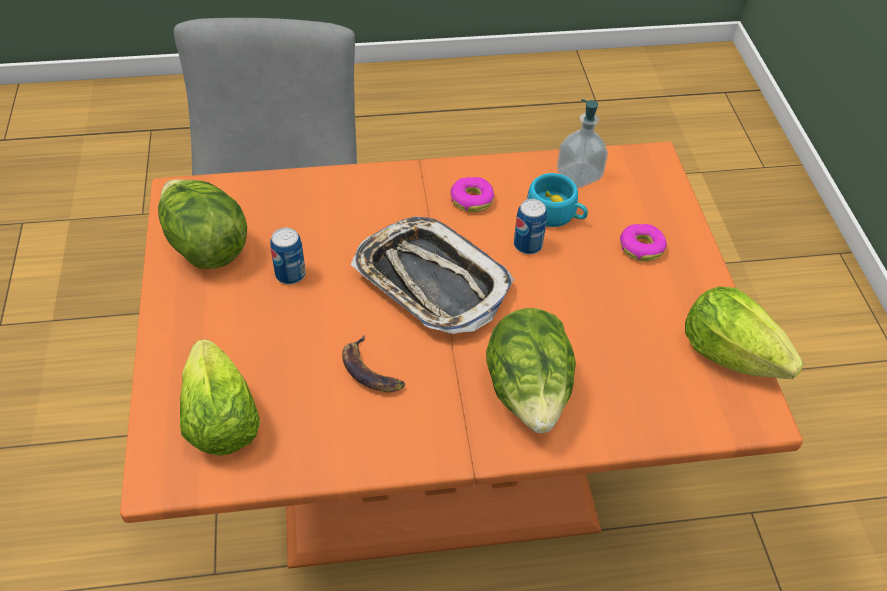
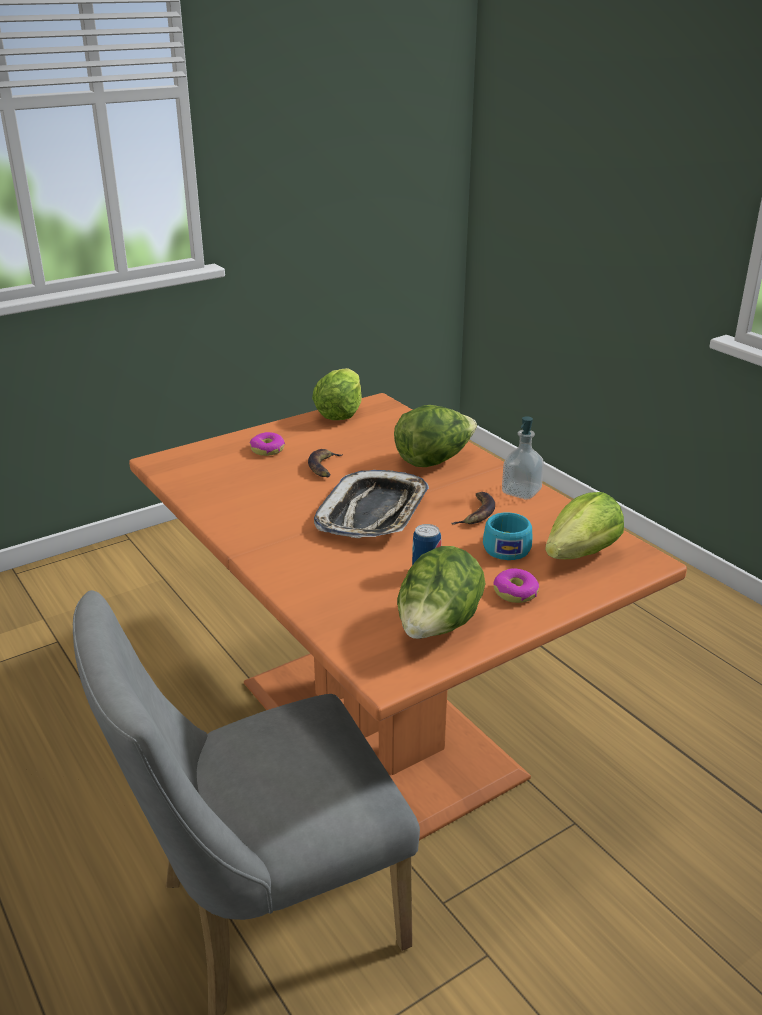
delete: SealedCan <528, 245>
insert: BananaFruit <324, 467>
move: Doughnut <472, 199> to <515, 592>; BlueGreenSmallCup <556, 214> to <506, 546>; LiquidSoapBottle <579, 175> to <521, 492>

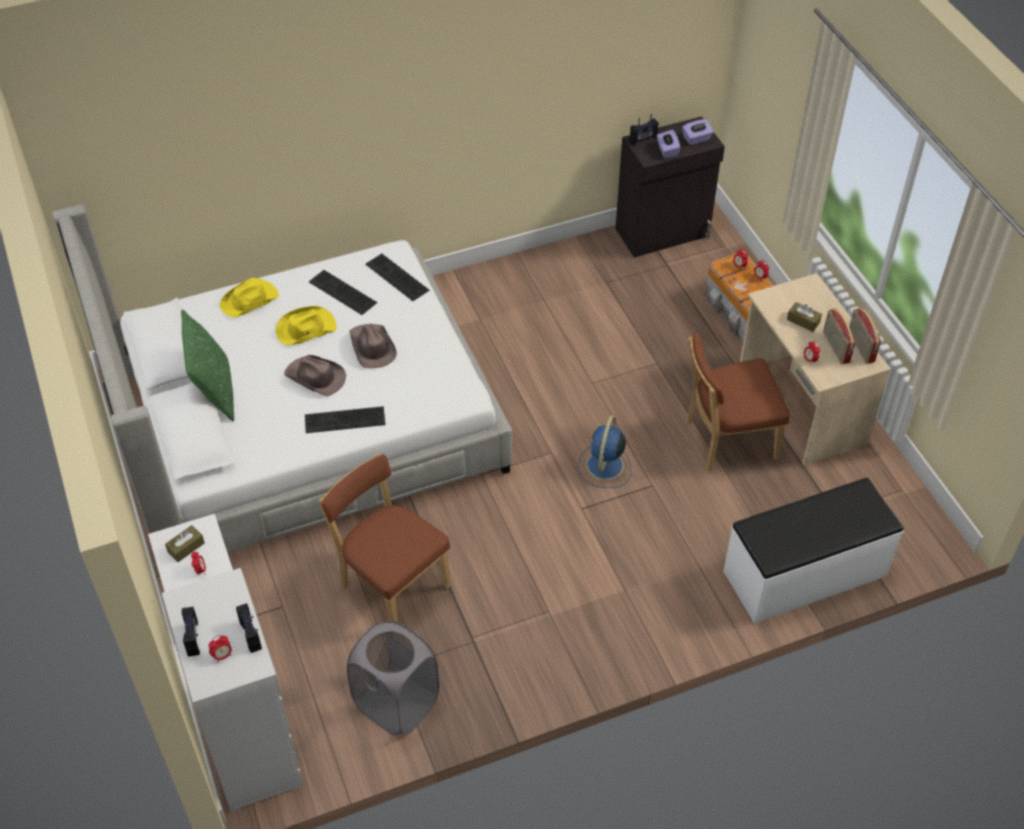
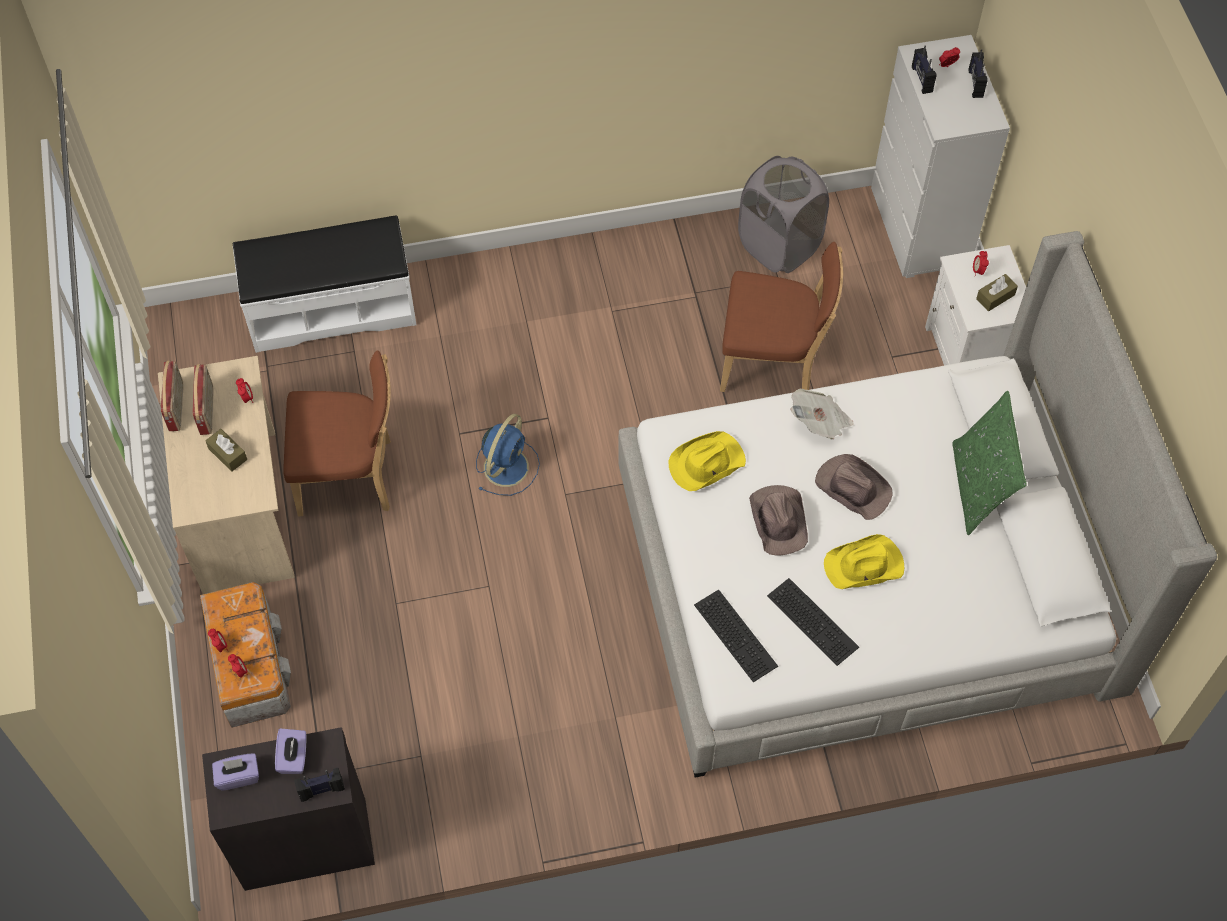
move: YellowColouredClothingHat <250, 300> to <705, 463>
replace: PcKeyboard <344, 421> to DailyPaper <820, 423>
rotate: BrownishChair <391, 583> = <773, 363> 45 degrees counterclockwise

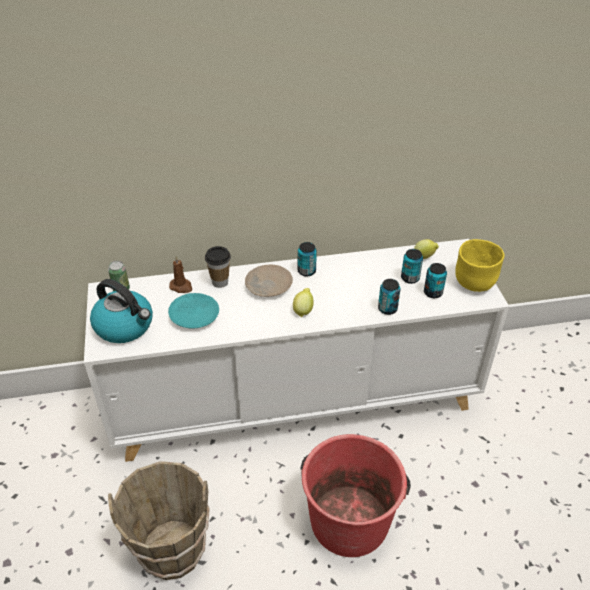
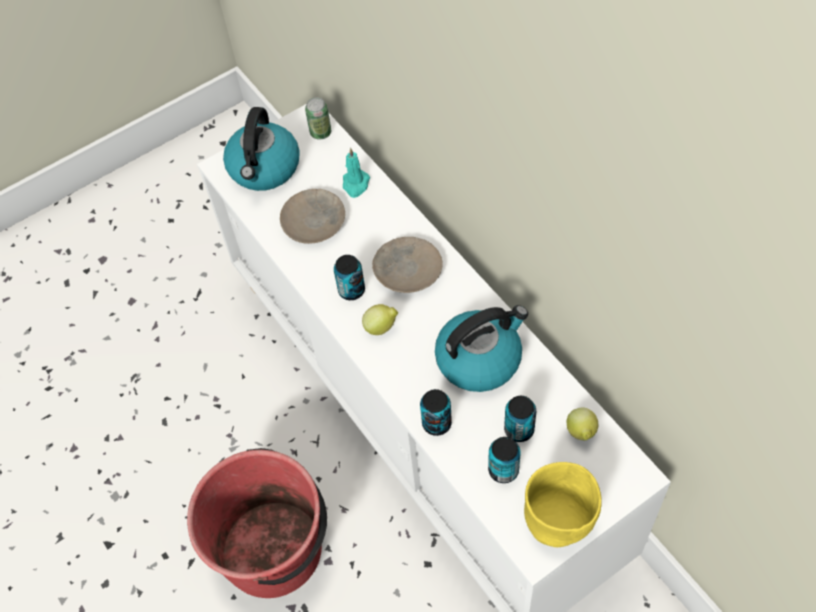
delete: BrownishBucket <172, 550>; SmallCup <220, 282>
insert: TeaKettle <479, 359>
move: SealedCan <306, 271> to <351, 290>
recolor: BlueGreenPlate <194, 315> to SandColouredPlate <314, 221>; BrownishWaxCandle <181, 287> to BlueGreenWaxCandle <355, 184>

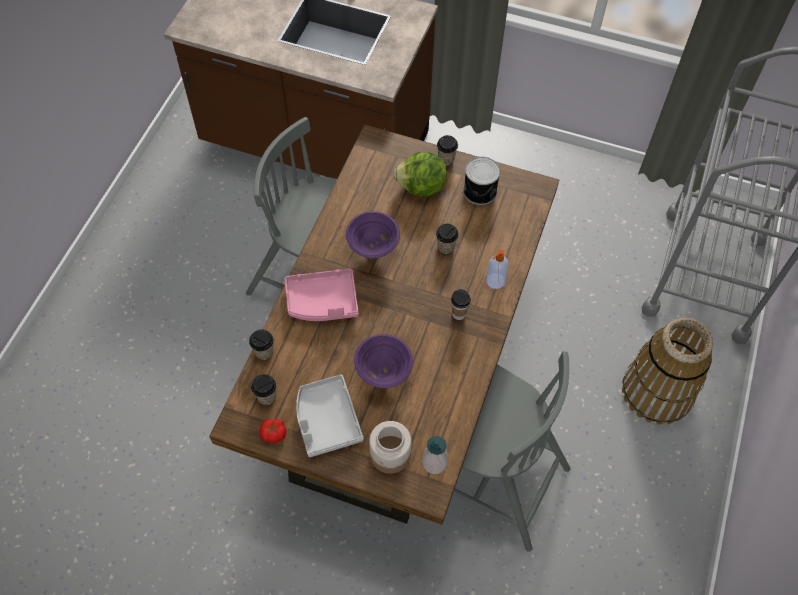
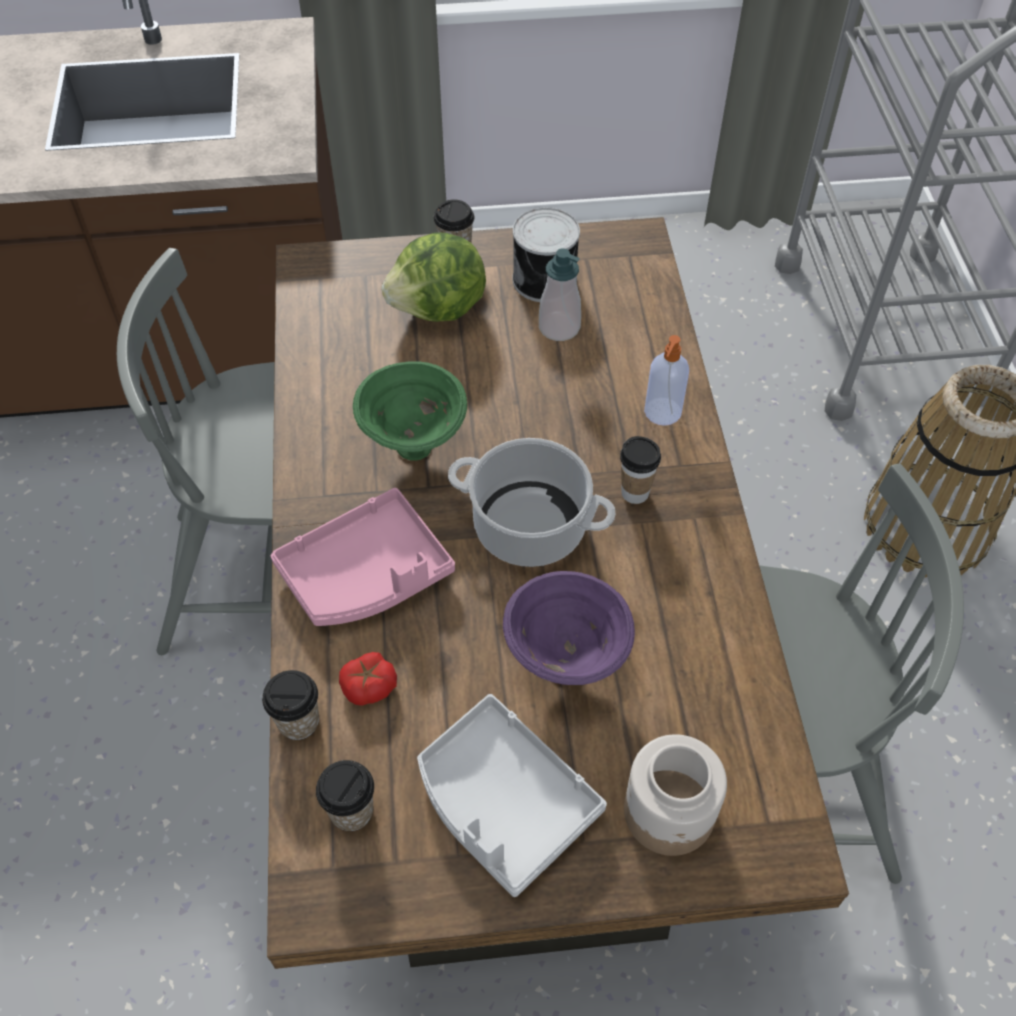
delete: SmallCup <446, 247>
insert: CookingPot <528, 527>
move: Tomato <273, 434> to <369, 686>; LiquidSoapBottle <434, 462> to <559, 327>
recolor: PurpleBowl <373, 253> to GreenishBowl <416, 448>

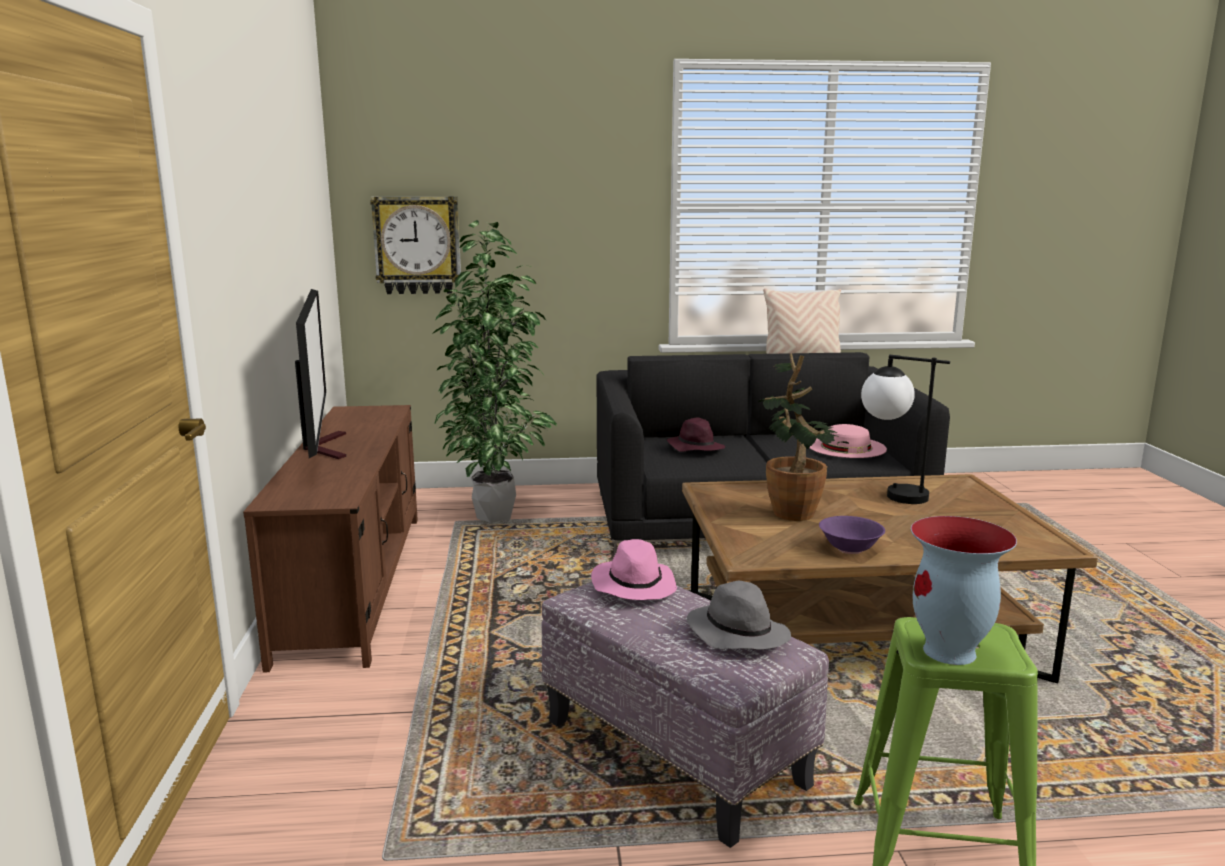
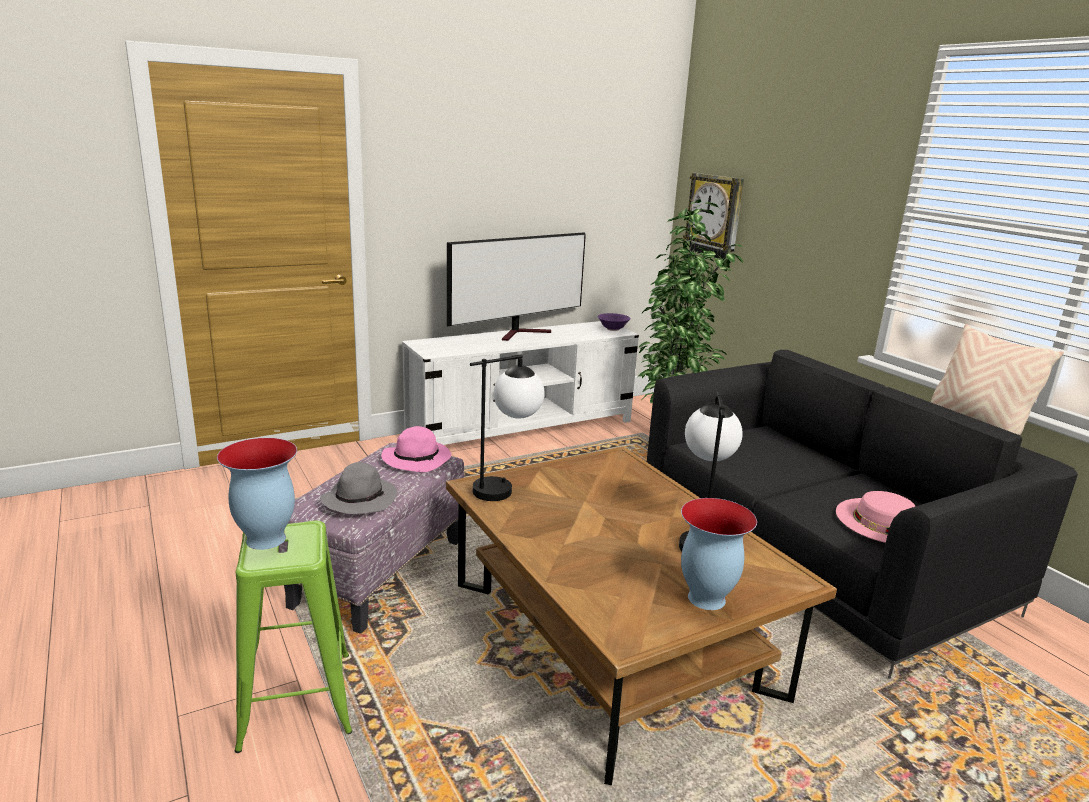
delete: PurpleClothingHat <695, 448>; PottedPlant <793, 510>
insert: TableLamp <506, 487>; Vase <705, 598>
move: PurpleBowl <849, 549> to <613, 329>
recolor: BrownishTvUnit <354, 581> to WhitishTvUnit <522, 428>

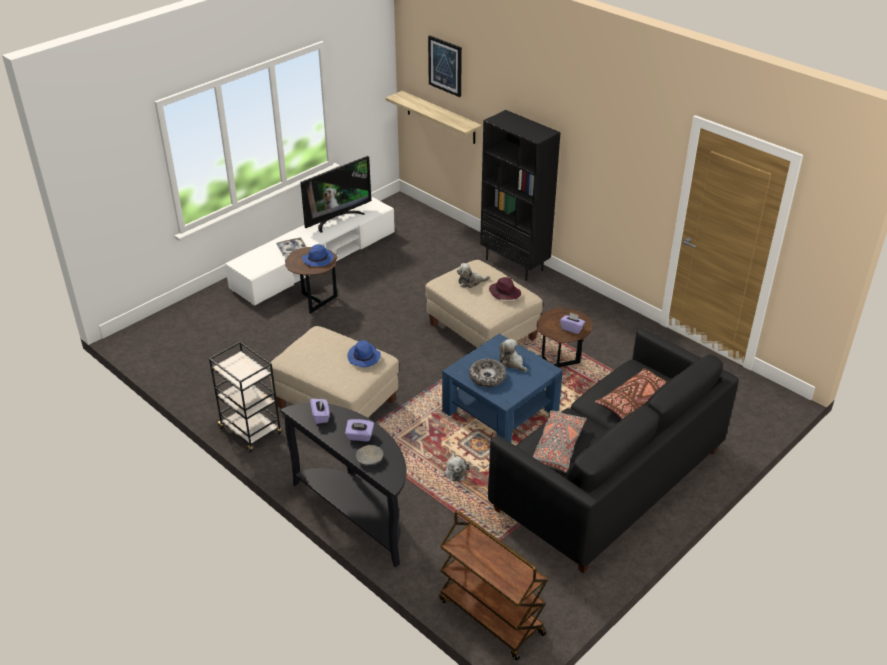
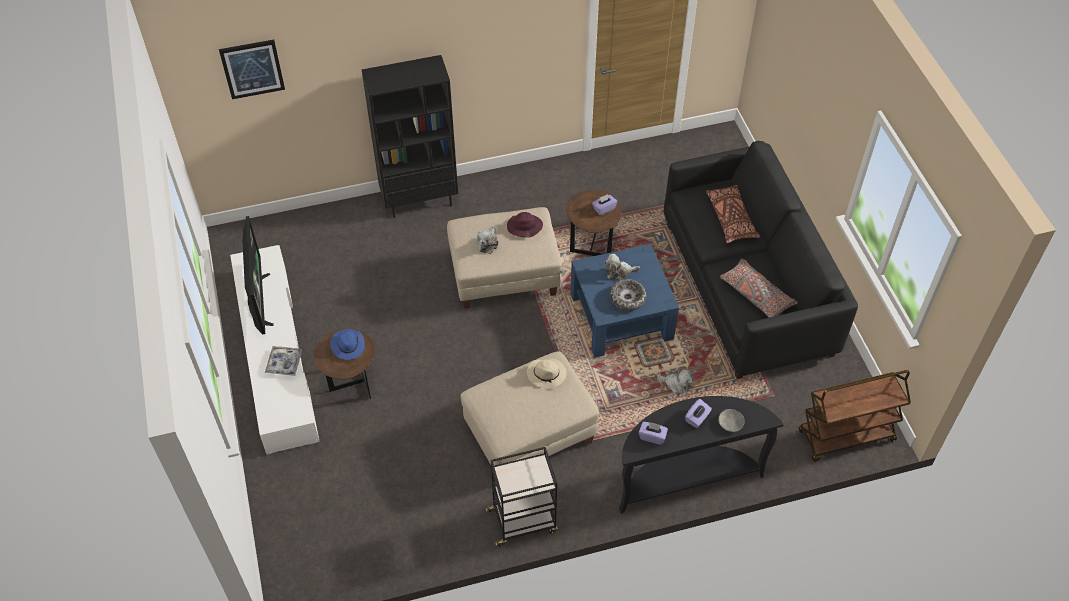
delete: Shelf <440, 117>
recolor: BlueClothingHat <364, 357> to SandColouredClothingHat <547, 374>

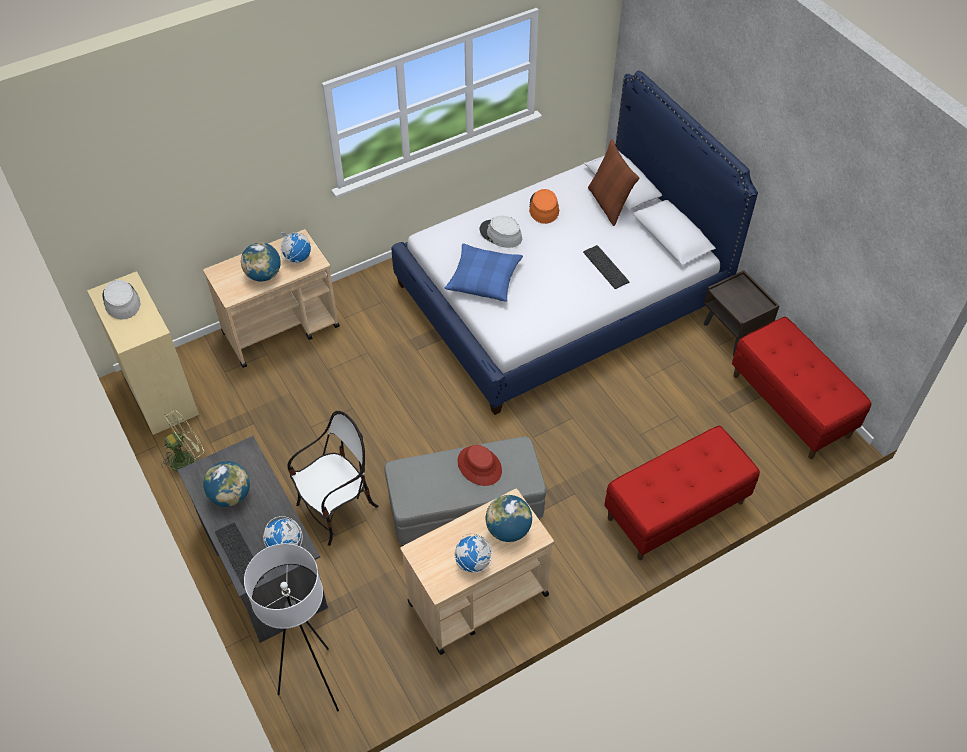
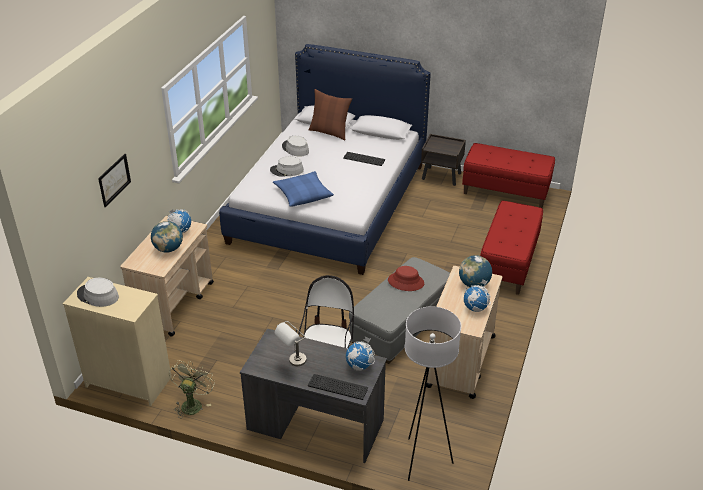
insert: WallArt <114, 180>
replace: DeskGlobe <230, 495> to GrayTableLamp <293, 363>
recolor: OrangeClothingHat <543, 207> to GrayClothingHat <295, 149>

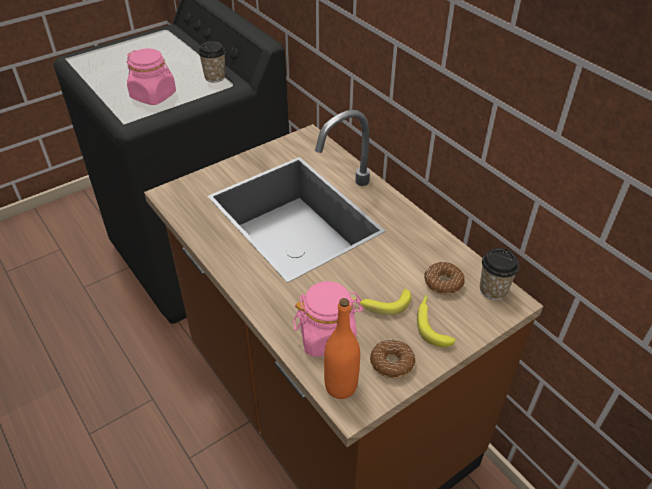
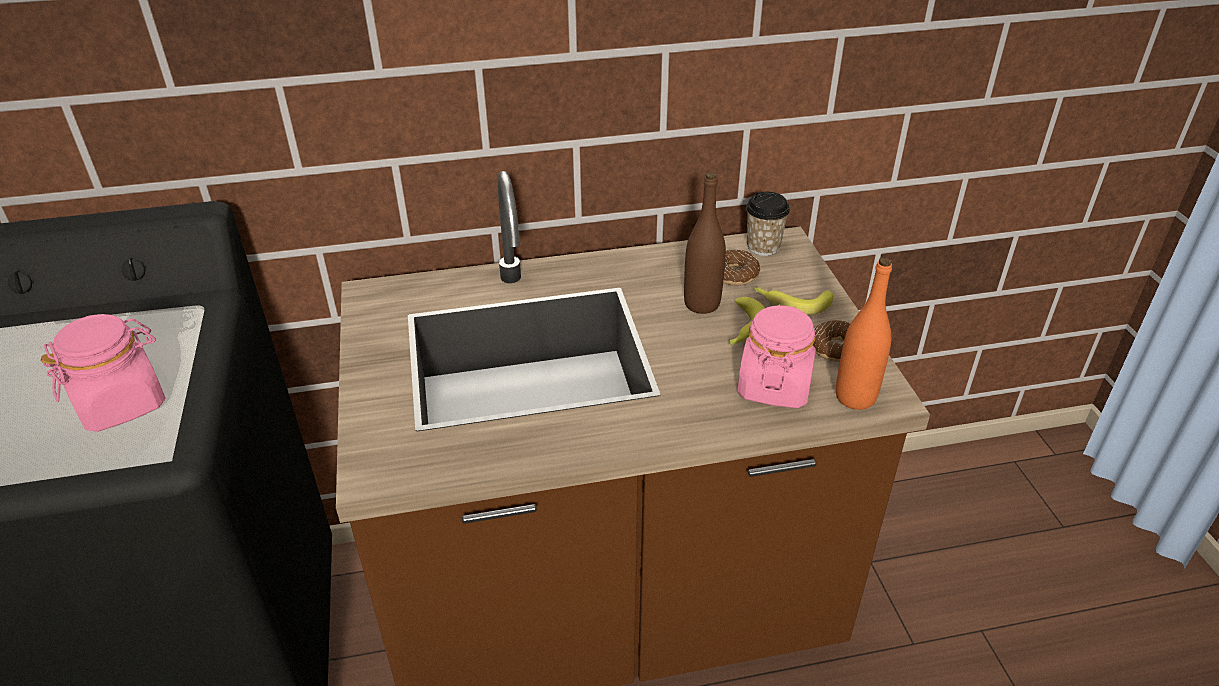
delete: SmallCup <215, 77>
insert: BrownishDrinkBottle <702, 304>

